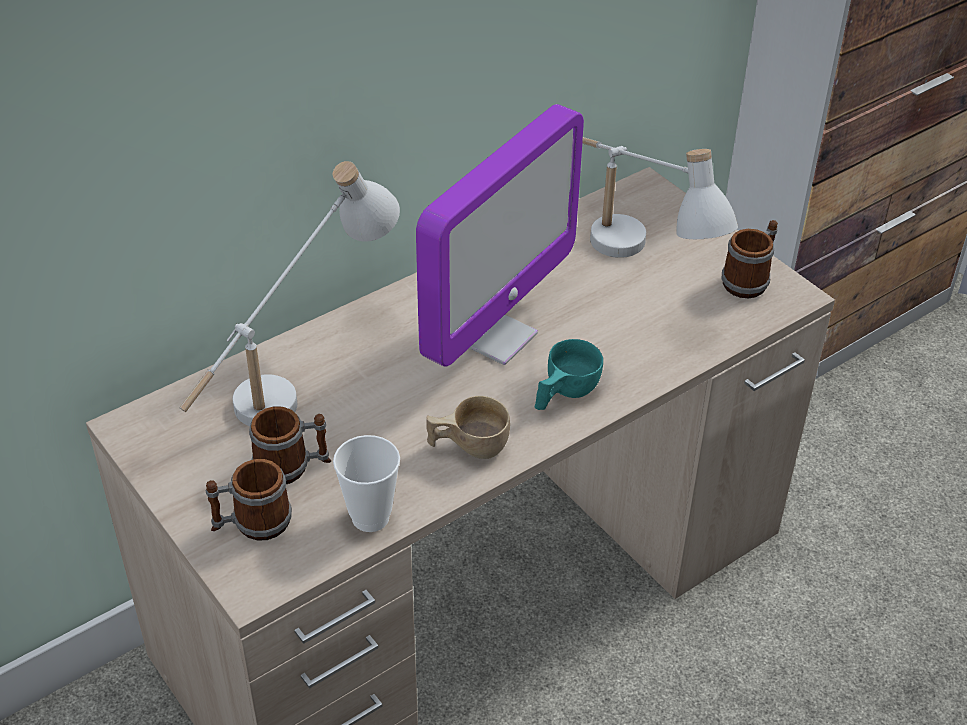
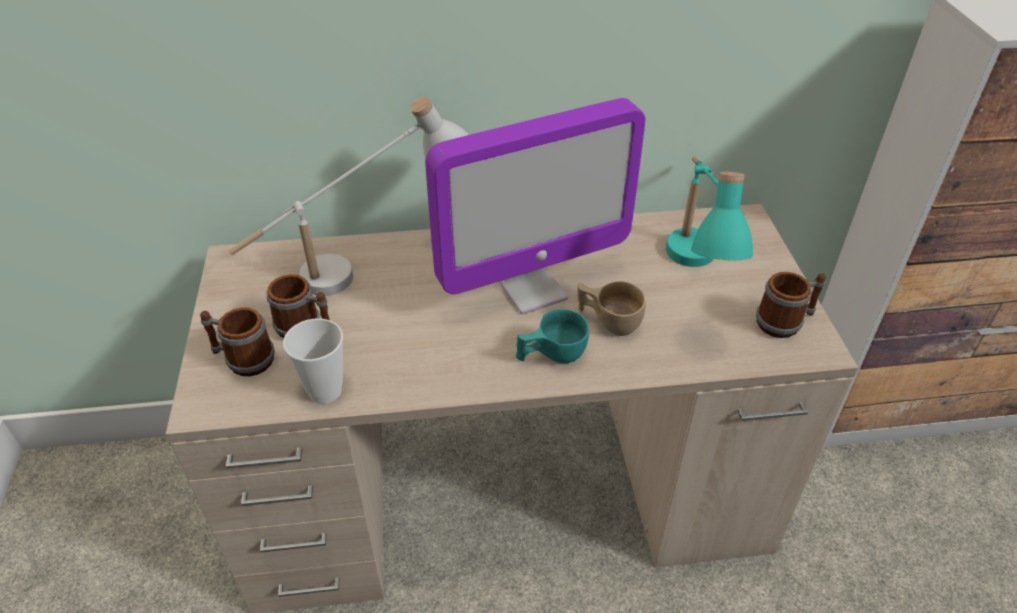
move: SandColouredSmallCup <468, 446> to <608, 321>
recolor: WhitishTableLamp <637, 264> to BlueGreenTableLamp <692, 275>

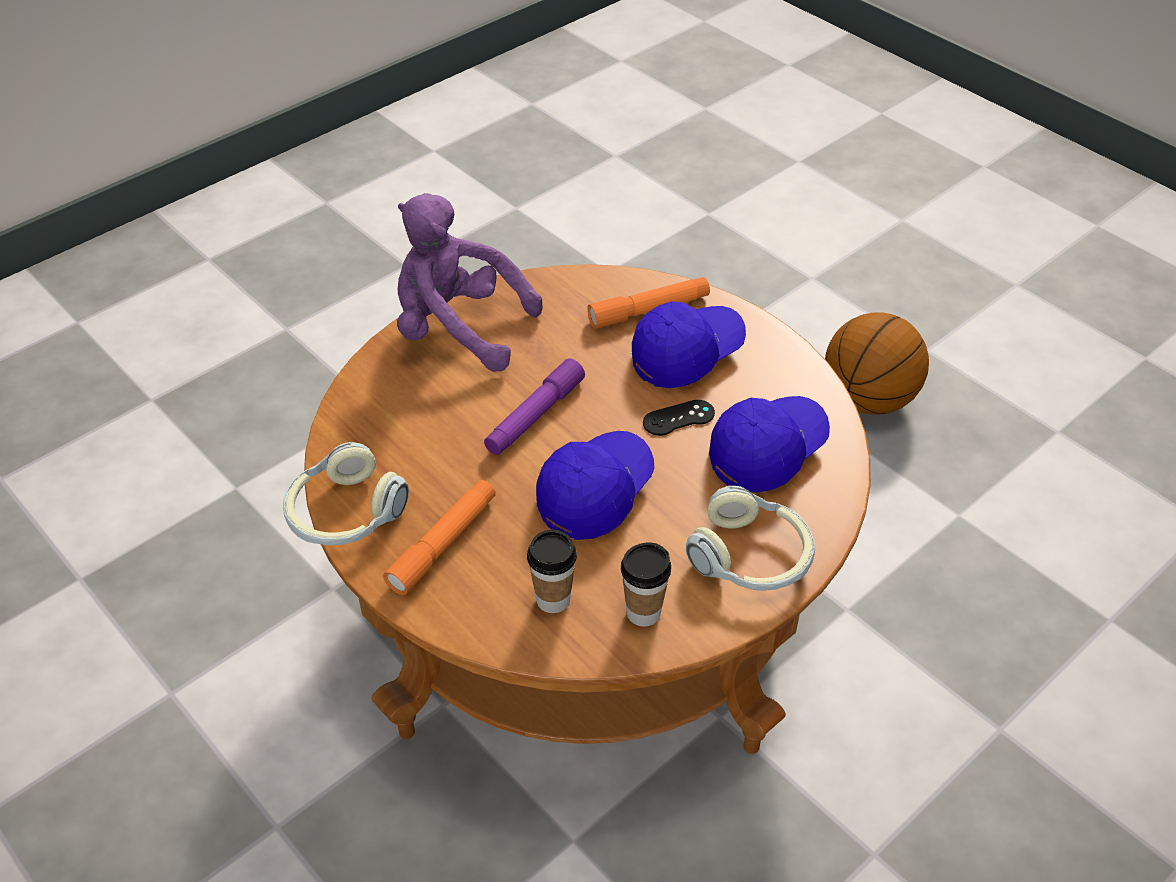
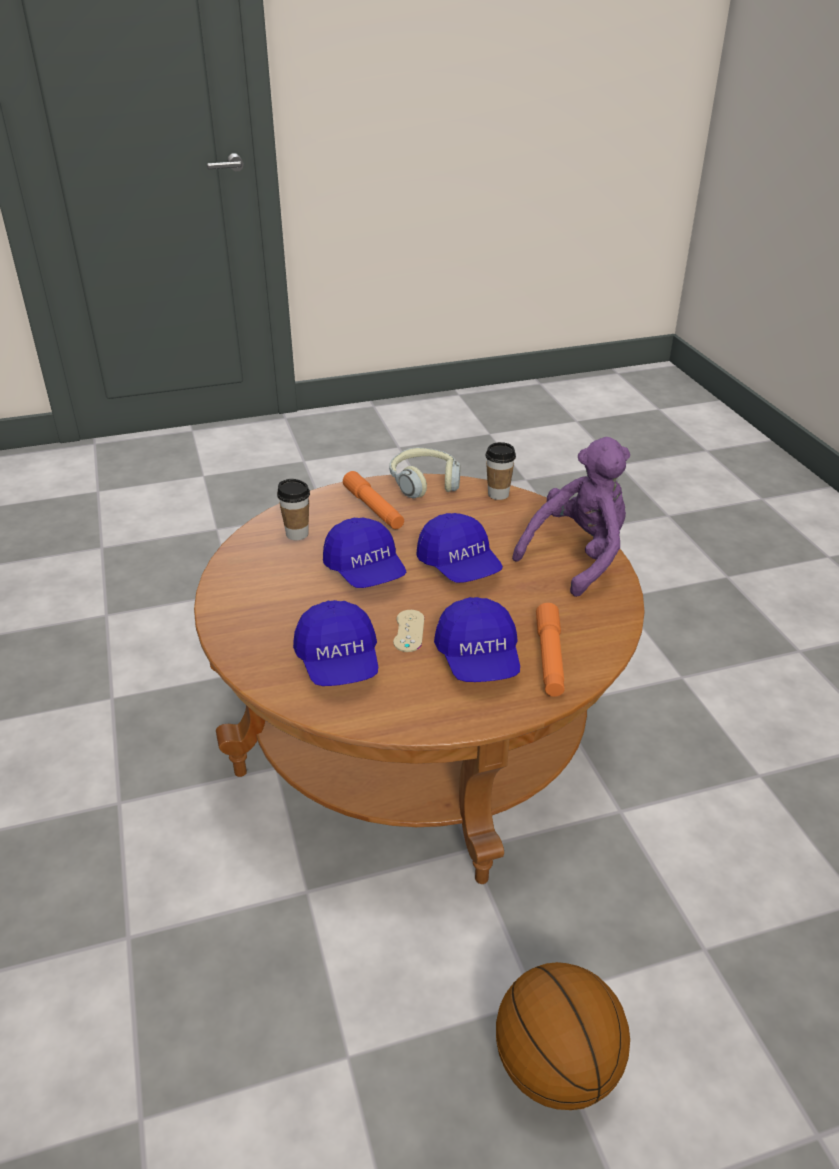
delete: PairOfHeadphones <751, 558>
move: SmallCup <643, 612> to <498, 494>
replace: PurpleFlashlight <534, 416> to BlueCap <459, 566>
recolor: BlackColouredGameController <678, 418> to SandColouredGameController <409, 631>

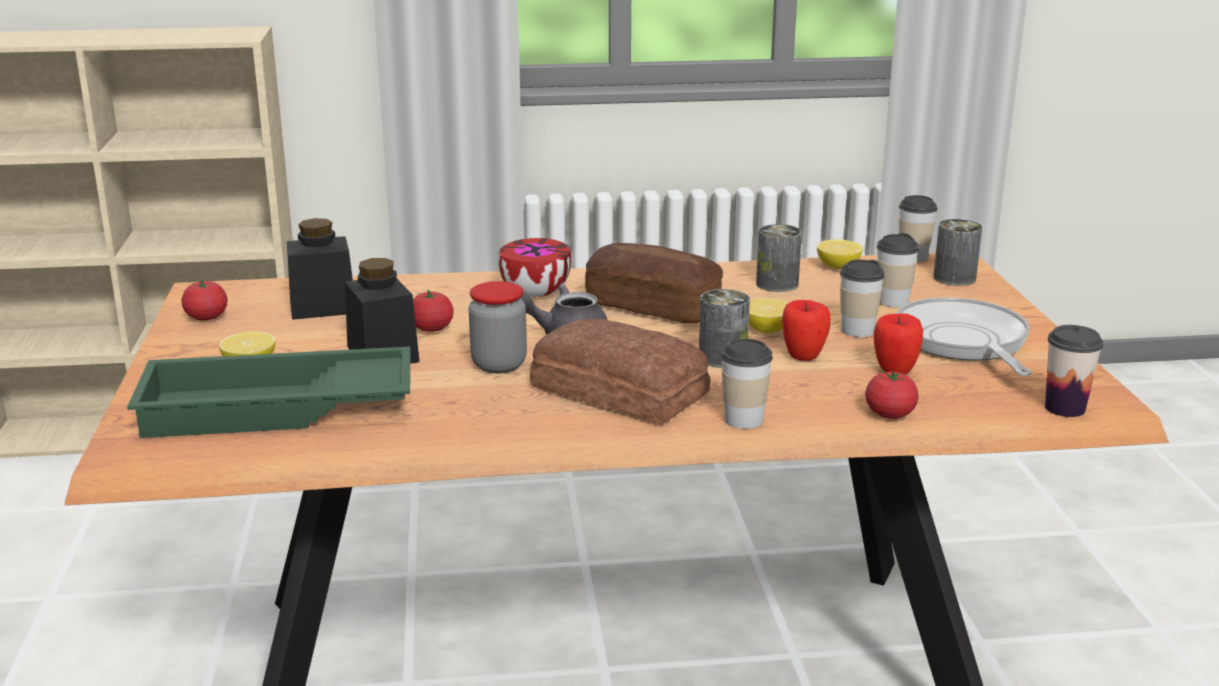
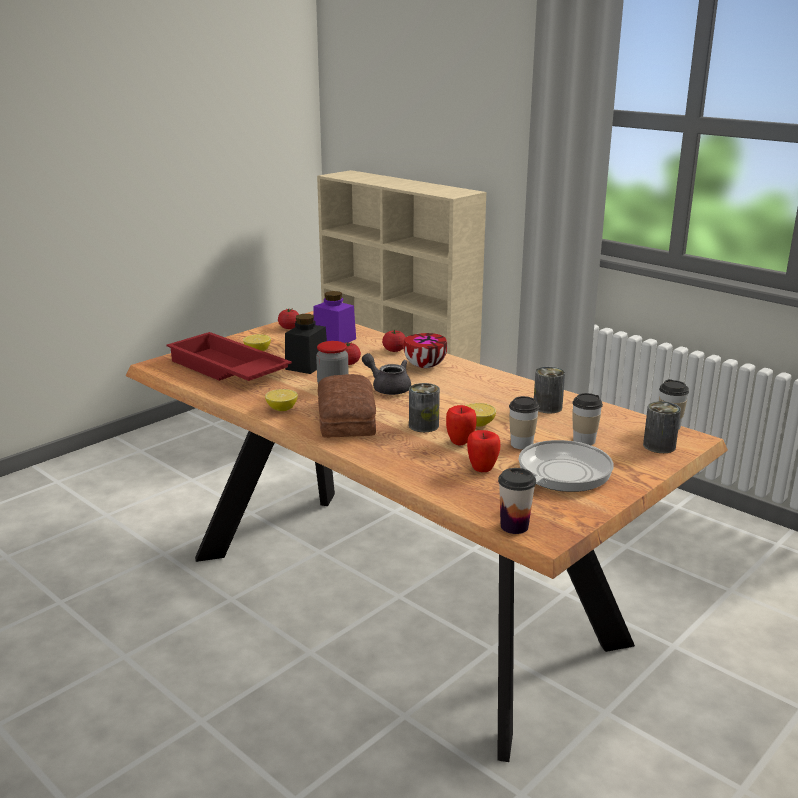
delete: BakeryBread <653, 307>; SmallCup <743, 420>
move: CitrusFruit <838, 267> to <282, 409>; Tomato <889, 414> to <394, 350>
recolor: GreenishServingTray <276, 410> to ReddishServingTray <226, 370>; BlackColouredJar <323, 307> to PurpleJar <334, 339>

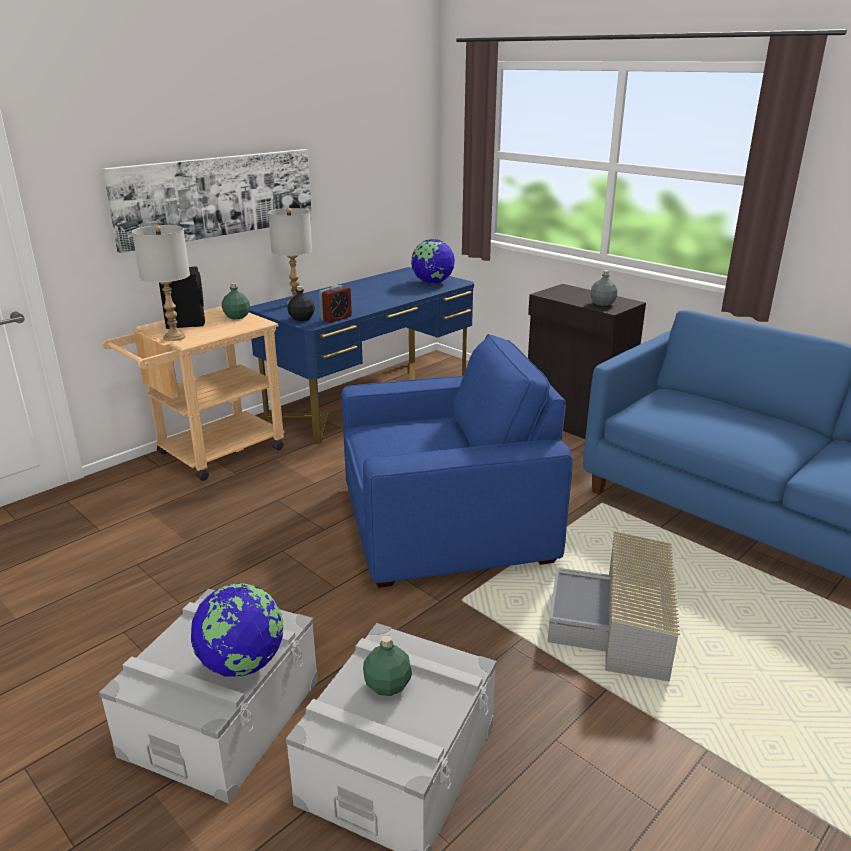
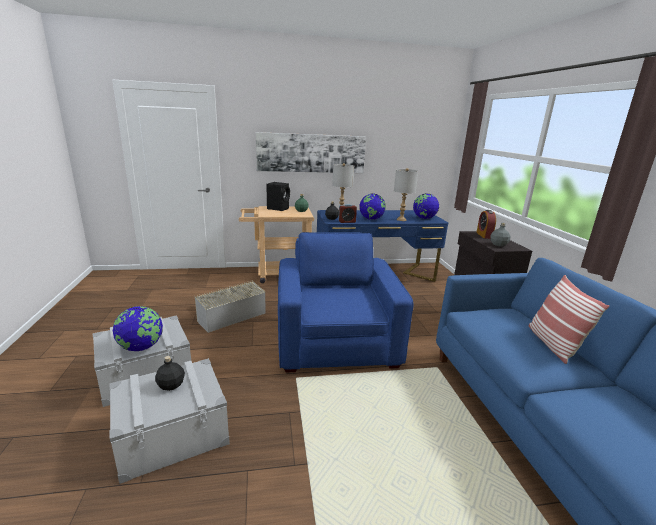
insert: DeskGlobe <371, 219>; TableClock <484, 235>; ThrowPillow <553, 344>
move: GrayTableLamp <174, 337> to <401, 219>; GrayStorageBin <617, 626> to <227, 314>
recolor: GreenishDrinkBottle <387, 685> to BlackColouredDrinkBottle <171, 385>
rotate: BlueLoungeChair <444, 523> = <336, 340> 120 degrees counterclockwise

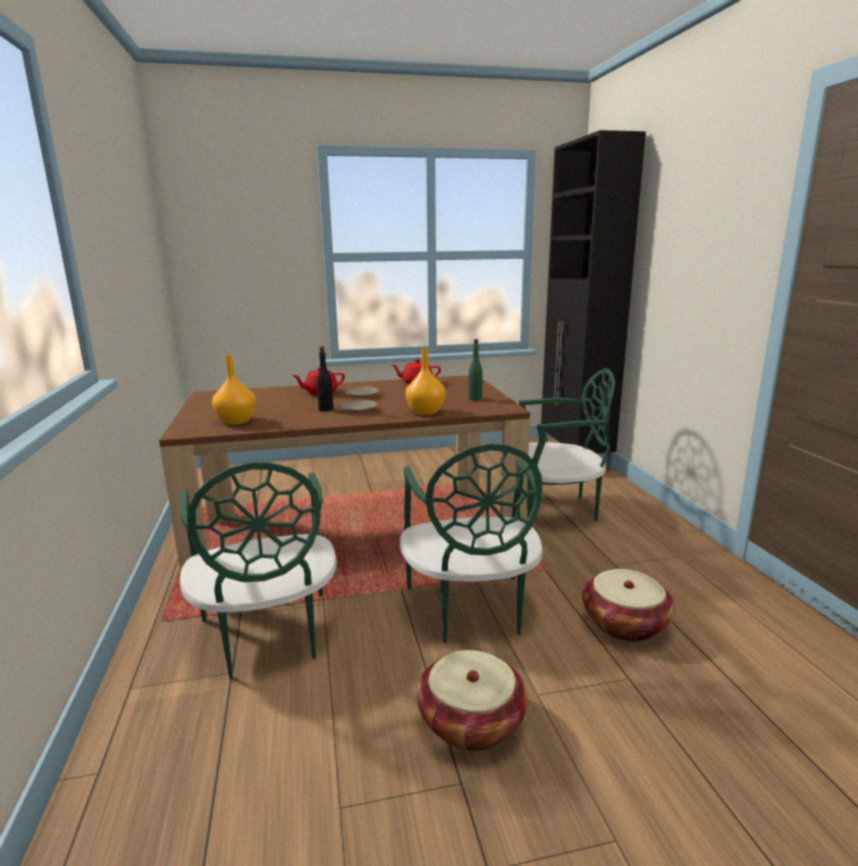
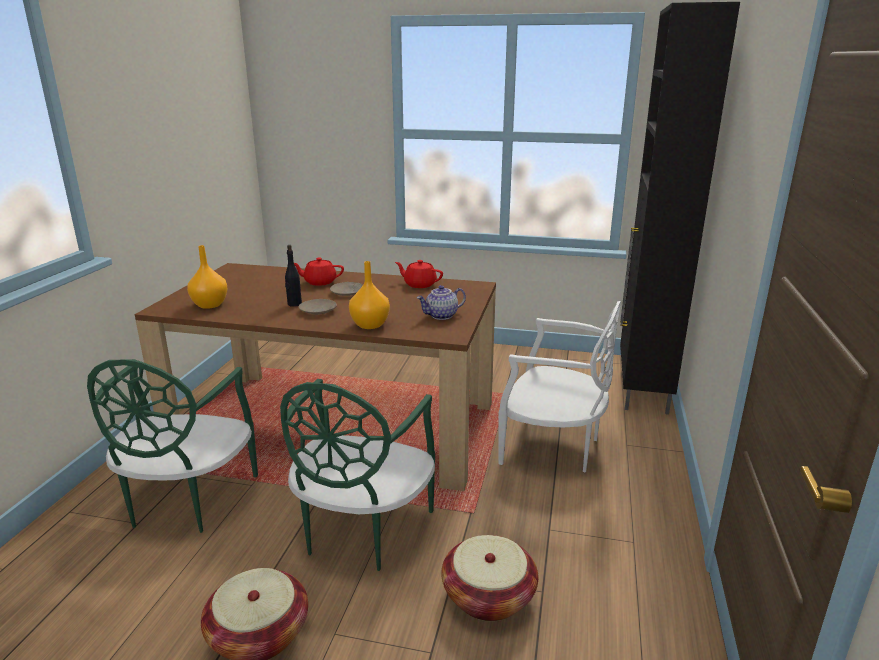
replace: GreenishDrinkBottle <475, 399> to Teapot <441, 316>
recolor: GreenishChair <555, 510> to WhitishChair <553, 447>

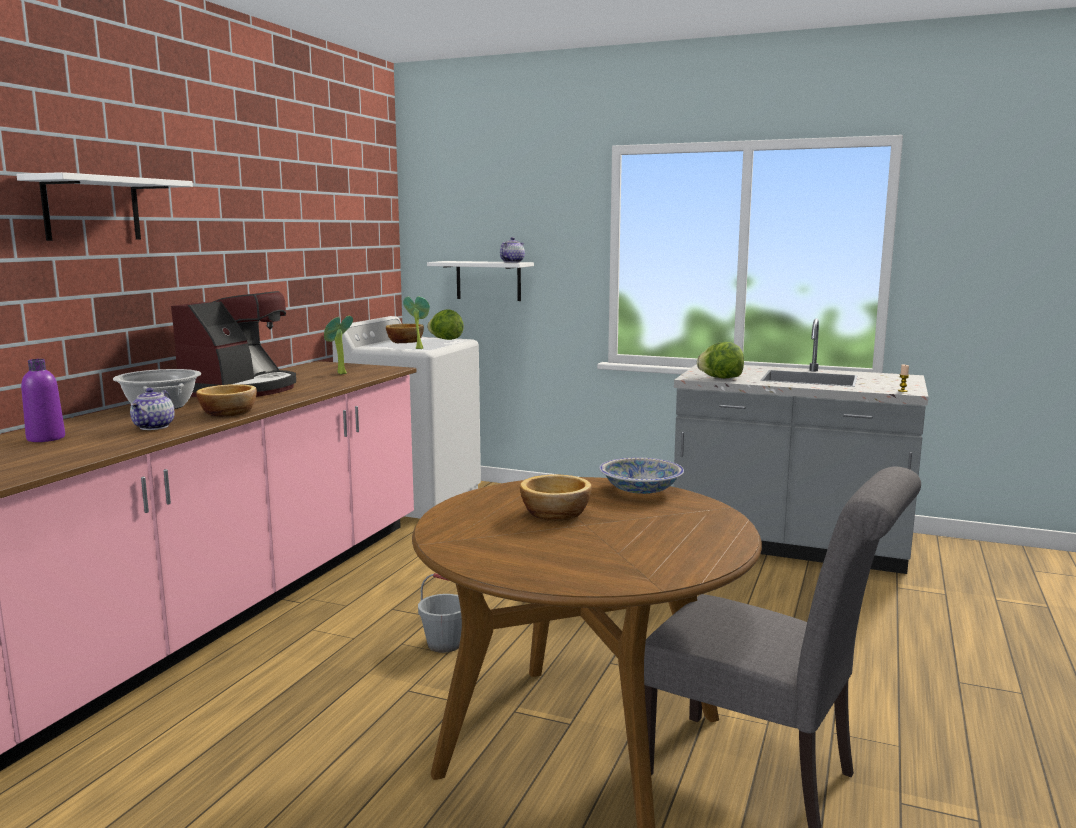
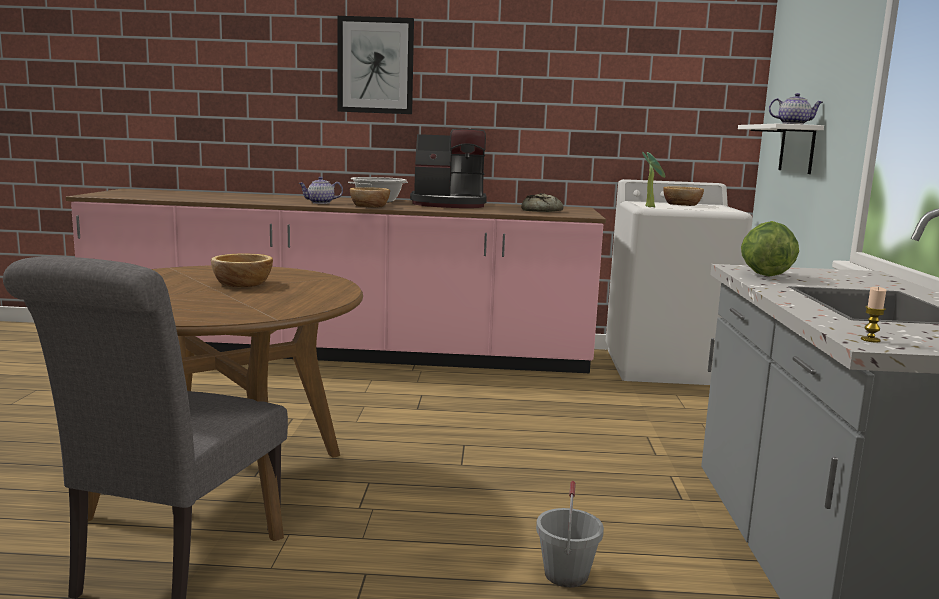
delete: PurpleDrinkBottle <46, 438>; Lettuce <446, 339>; Bowl <640, 490>
move: GrayBucket <445, 644> to <566, 575>
replace: WhitishShelf <92, 209> to WallArt <375, 65>; PottedPlant <339, 374> to BakeryBread <541, 211>

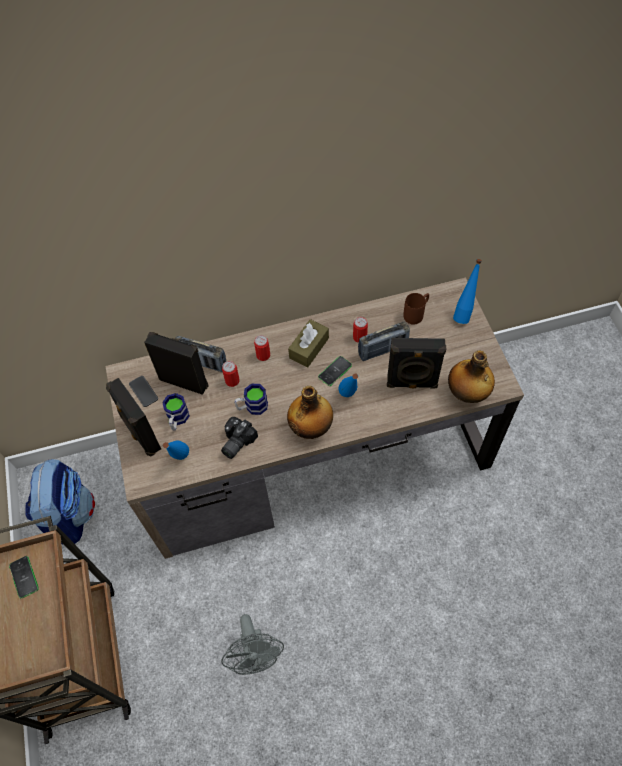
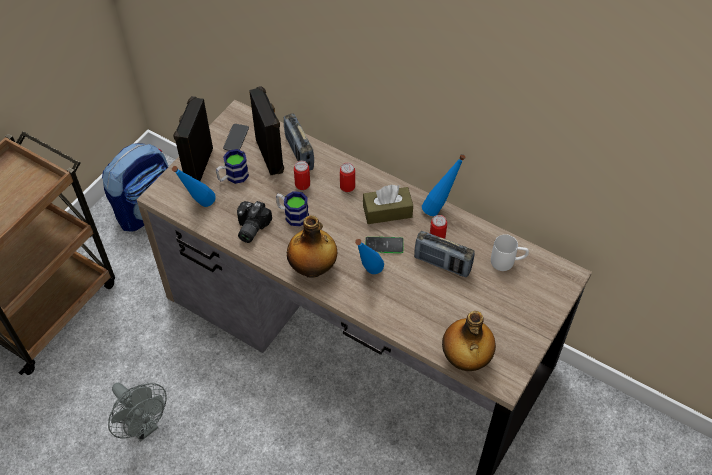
delete: Telephone <24, 577>; BlackColouredSpeaker <412, 383>
move: BlueDrinkBottle <463, 313> to <440, 208>
recolor: BrownishMug <416, 314> to WhitishMug <507, 262>
rotate: StillCamera <235, 442> = <250, 228> 60 degrees counterclockwise; GrayCoolingFan <256, 655> = <143, 426> 75 degrees counterclockwise

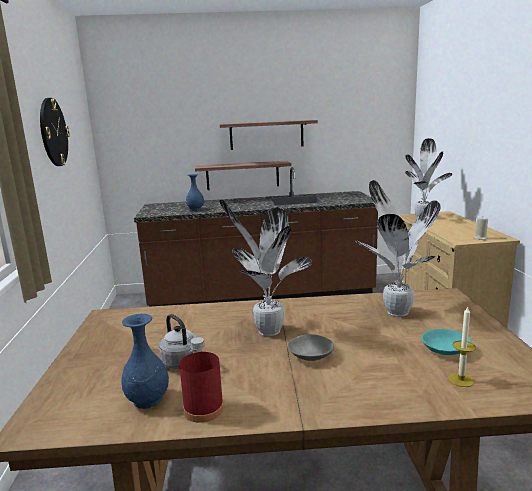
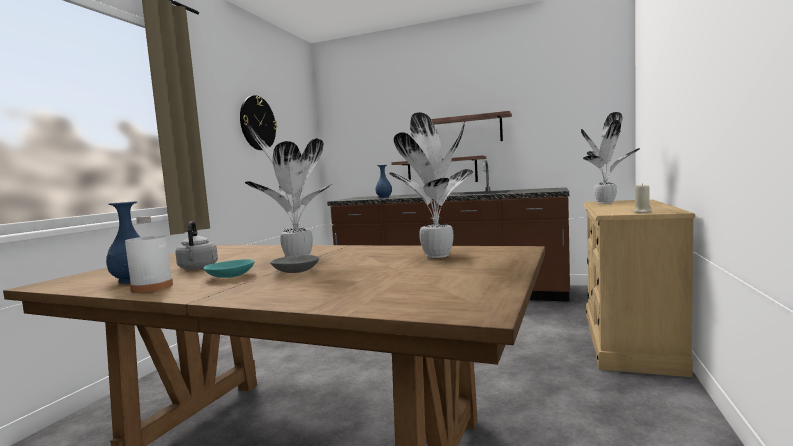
delete: WaxCandle <461, 380>
move: BlueGreenBowl <444, 350> to <230, 276>
recolor: ReddishDrinkBottle <203, 409> to WhitishDrinkBottle <152, 287>

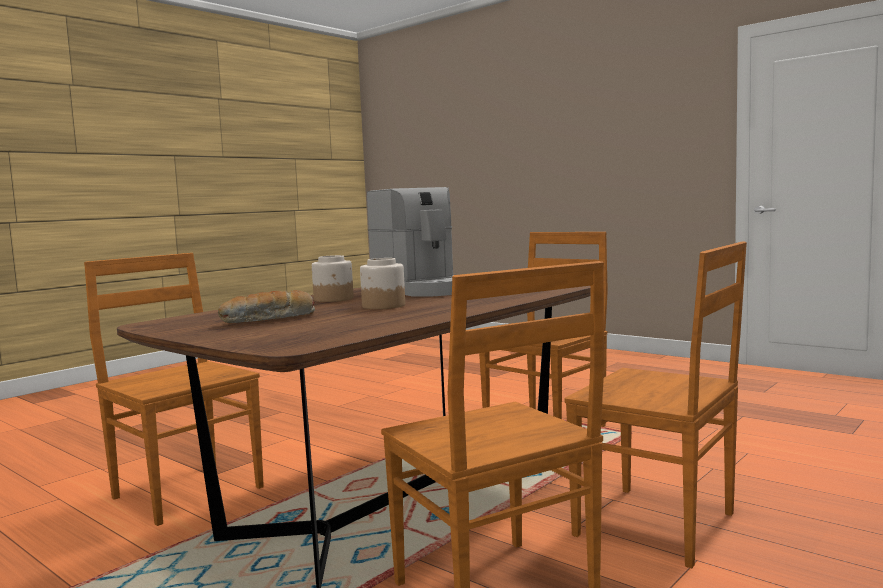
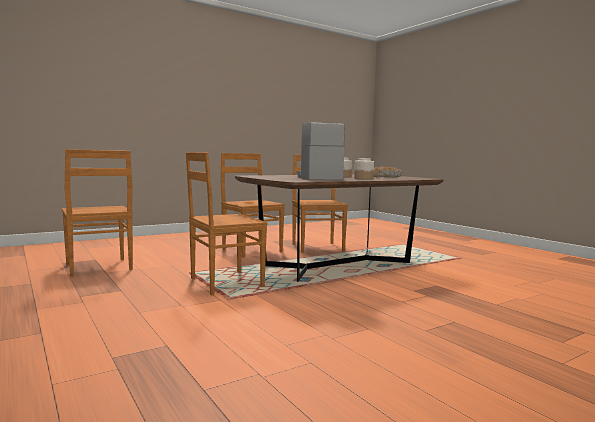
move: BrownishChair <186, 491> to <99, 268>

